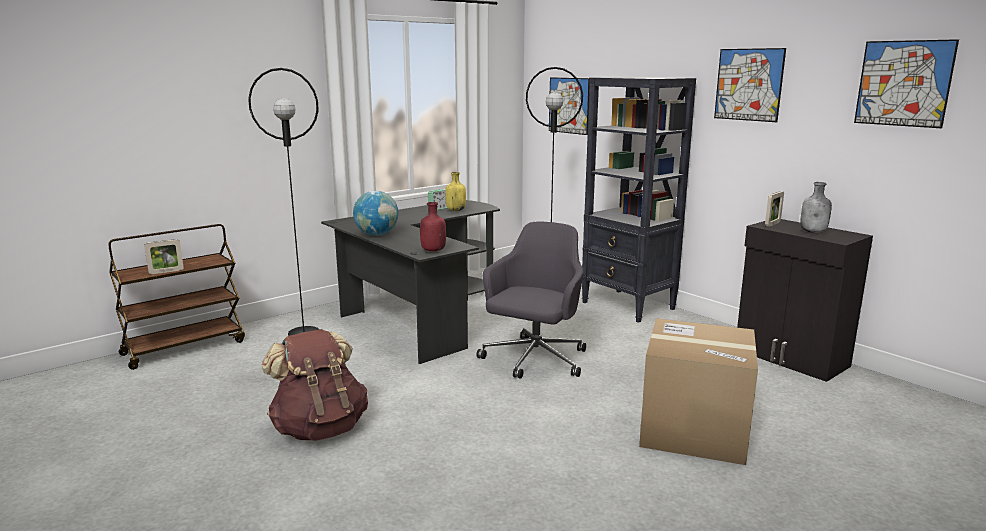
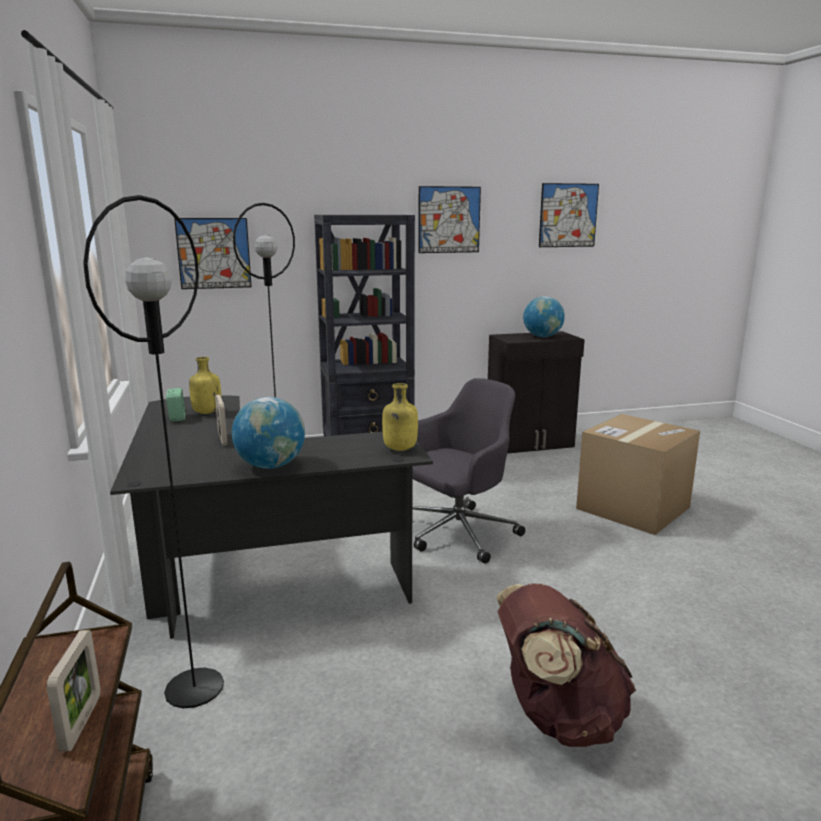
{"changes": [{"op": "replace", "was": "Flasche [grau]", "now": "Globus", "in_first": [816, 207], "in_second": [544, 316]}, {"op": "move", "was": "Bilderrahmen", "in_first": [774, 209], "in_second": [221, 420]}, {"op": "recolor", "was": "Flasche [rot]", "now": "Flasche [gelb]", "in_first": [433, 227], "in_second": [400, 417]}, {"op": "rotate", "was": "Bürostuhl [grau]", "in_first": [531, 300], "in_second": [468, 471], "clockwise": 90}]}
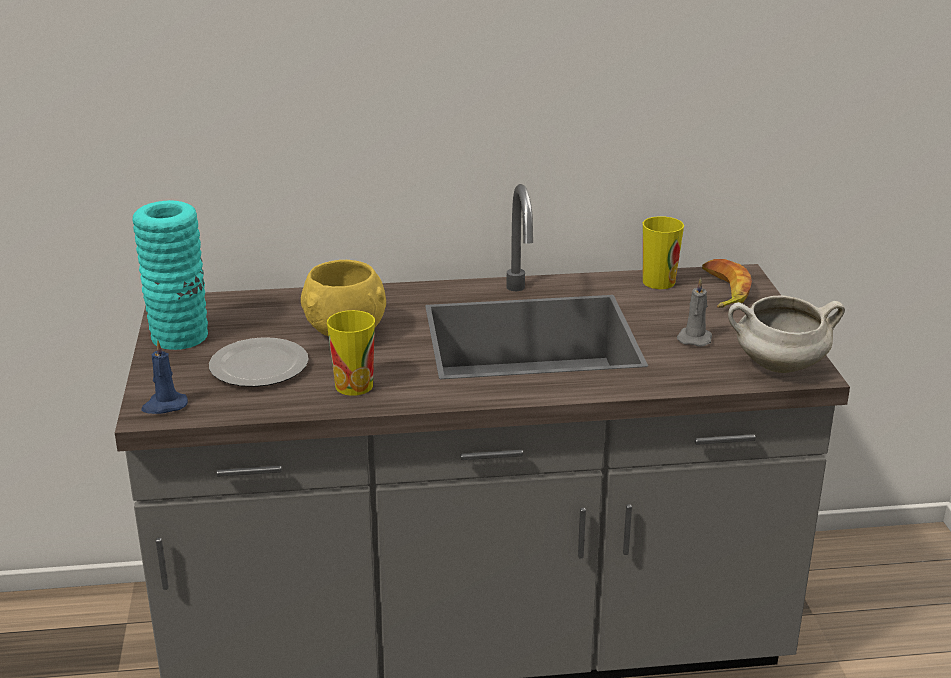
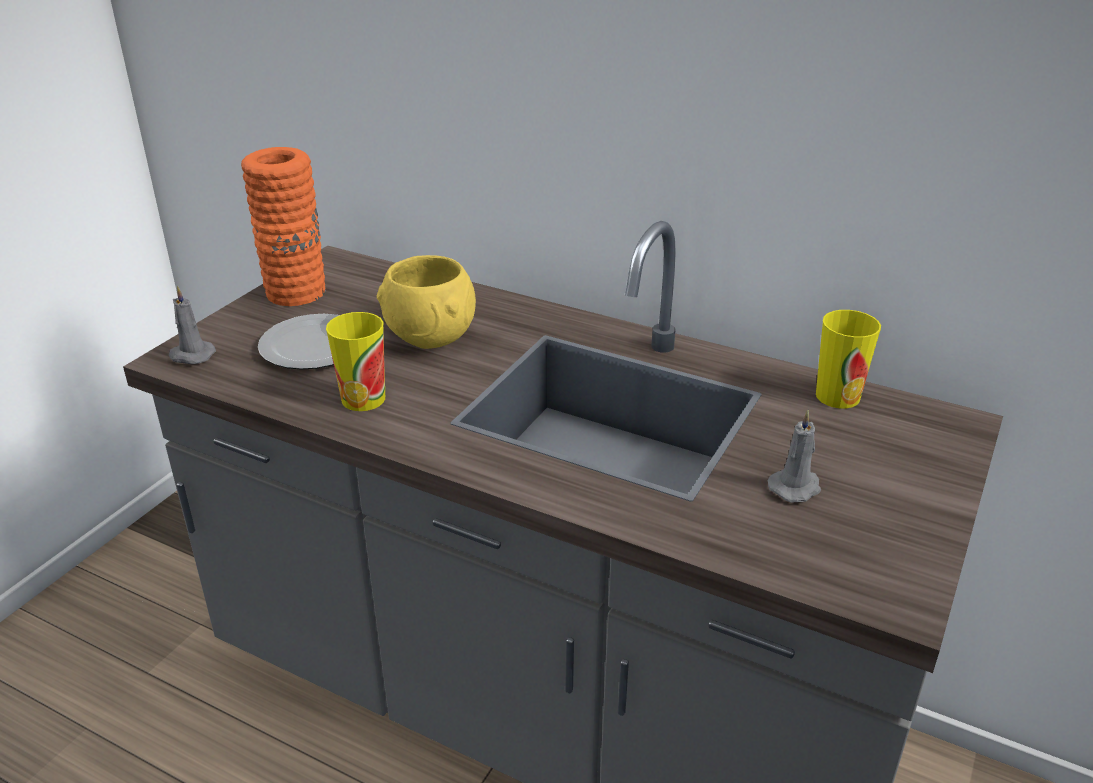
{"changes": [{"op": "recolor", "was": "Vase [türkis]", "now": "Vase [orange]", "in_first": [170, 275], "in_second": [283, 226]}, {"op": "delete", "was": "Banane", "in_first": [727, 283]}, {"op": "delete", "was": "Kochtopf [weiß]", "in_first": [786, 334]}, {"op": "recolor", "was": "Kerze [blau]", "now": "Kerze [grau]", "in_first": [164, 377], "in_second": [192, 325]}]}
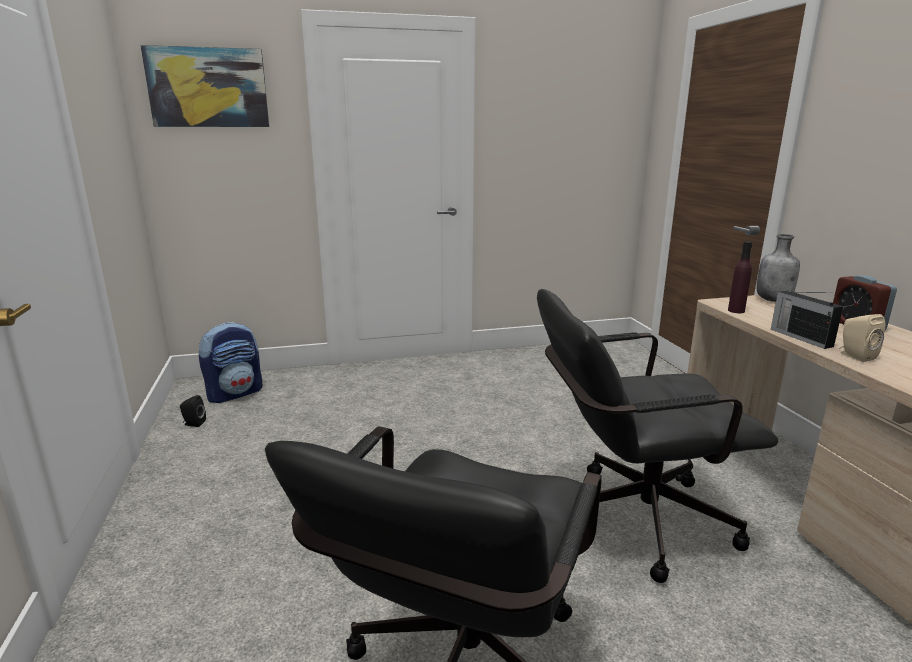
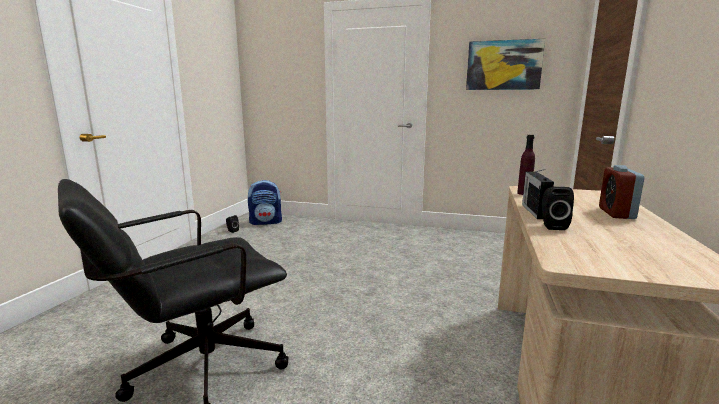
{"changes": [{"op": "move", "was": "Bild", "in_first": [204, 86], "in_second": [505, 64]}, {"op": "delete", "was": "Flasche [grau]", "in_first": [778, 268]}, {"op": "delete", "was": "Bürostuhl [schwarz]", "in_first": [657, 436]}, {"op": "recolor", "was": "Lautsprecher [beige]", "now": "Lautsprecher [schwarz]", "in_first": [861, 338], "in_second": [558, 208]}]}
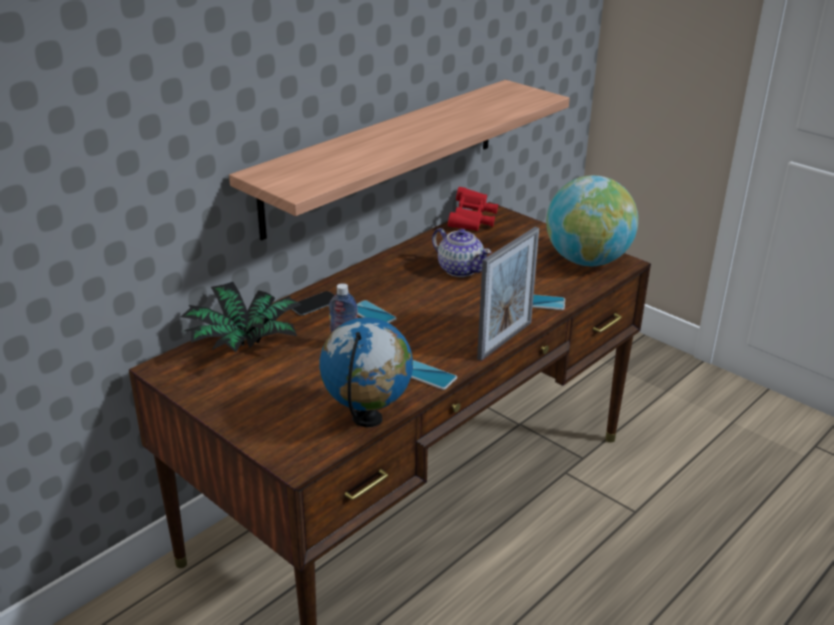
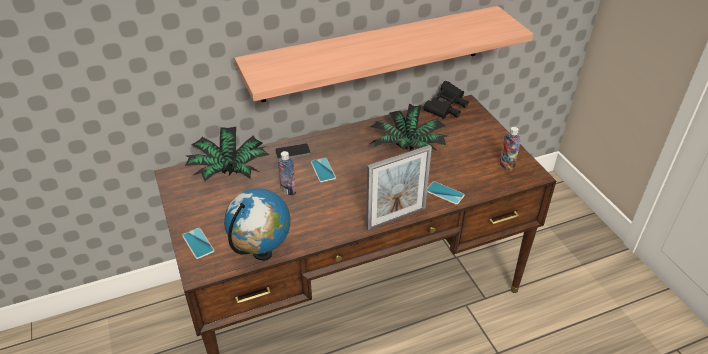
{"changes": [{"op": "replace", "was": "Globus", "now": "Flasche", "in_first": [592, 220], "in_second": [510, 149]}, {"op": "recolor", "was": "Fernglas [rot]", "now": "Fernglas [schwarz]", "in_first": [473, 209], "in_second": [446, 100]}, {"op": "replace", "was": "Teekanne", "now": "Topfpflanze", "in_first": [462, 252], "in_second": [408, 127]}, {"op": "move", "was": "Handy", "in_first": [434, 375], "in_second": [198, 243]}]}
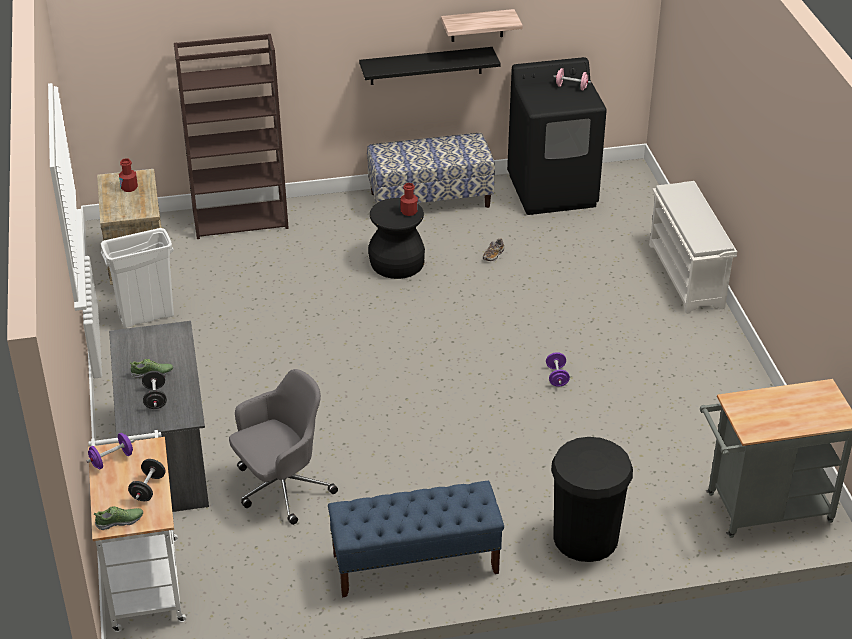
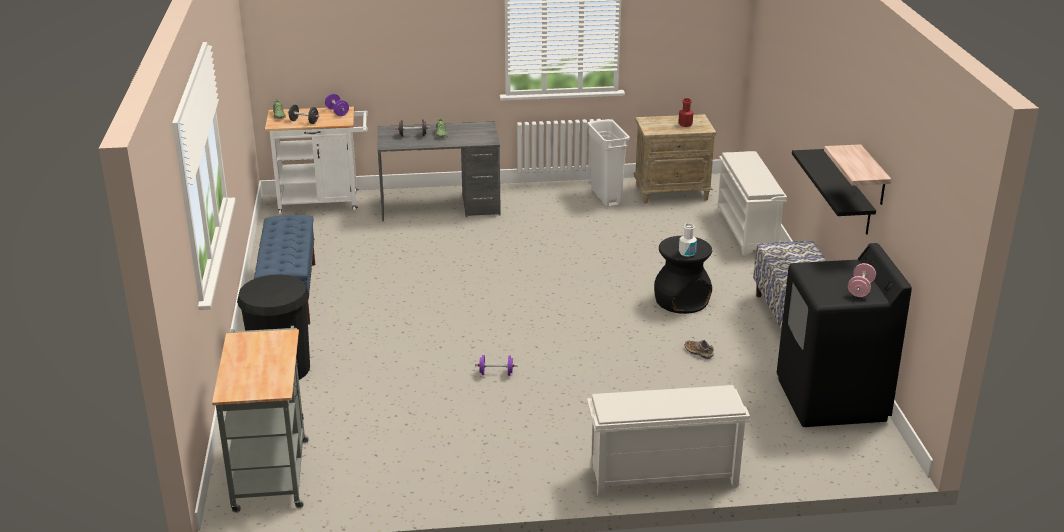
{"changes": [{"op": "replace", "was": "Bücherregal [braun]", "now": "Schuhregal [weiß]", "in_first": [231, 136], "in_second": [752, 203]}, {"op": "recolor", "was": "Flasche [rot]", "now": "Flasche [weiß]", "in_first": [409, 199], "in_second": [688, 240]}, {"op": "delete", "was": "Bürostuhl [grau]", "in_first": [283, 447]}]}
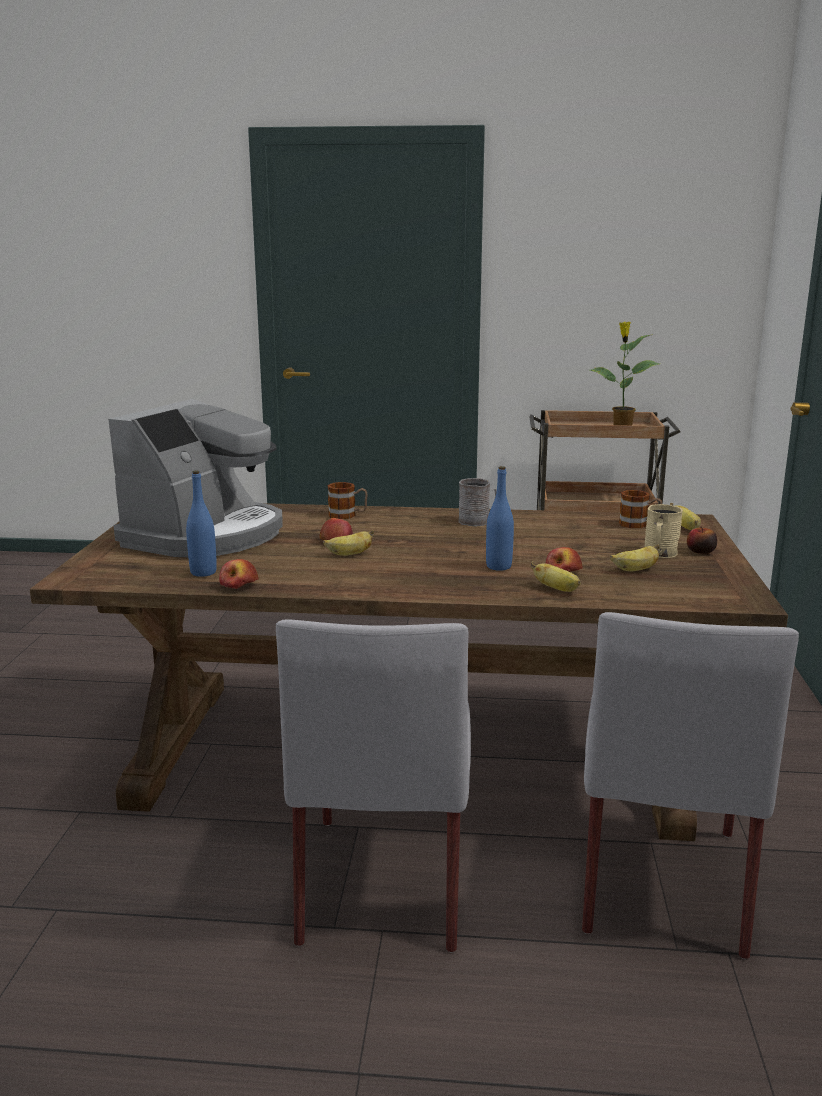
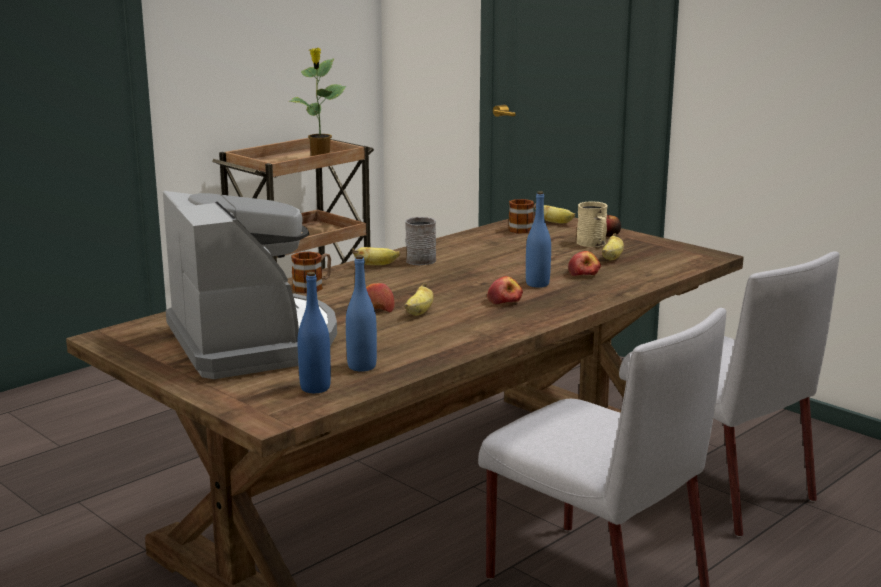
{"changes": [{"op": "move", "was": "Apfel", "in_first": [239, 574], "in_second": [505, 290]}, {"op": "move", "was": "Banane", "in_first": [556, 576], "in_second": [376, 256]}, {"op": "insert", "now": "Flasche [blau]", "in_second": [314, 332]}]}
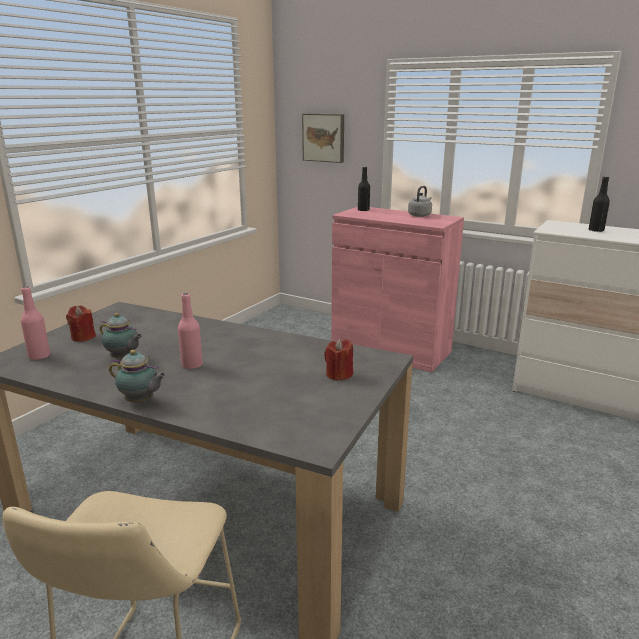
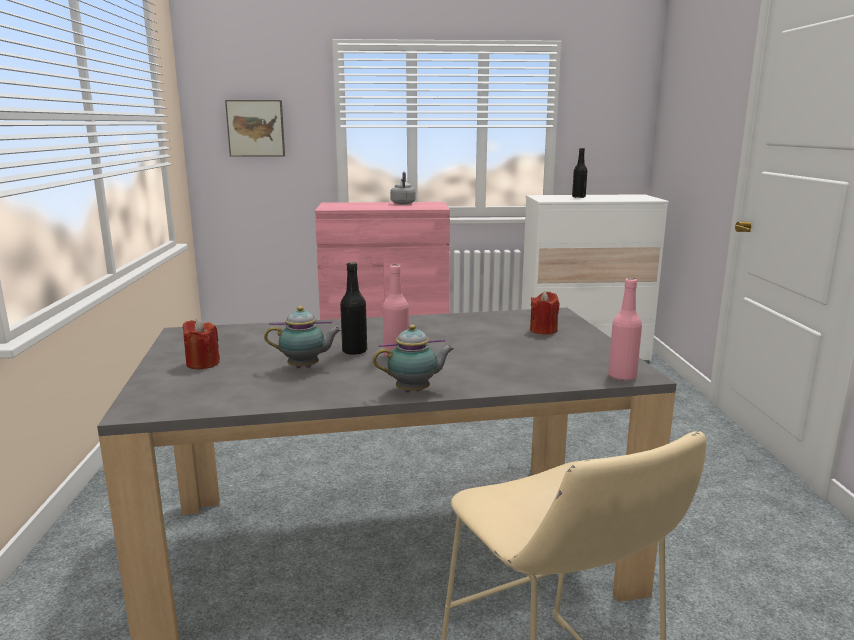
{"changes": [{"op": "move", "was": "Flasche [schwarz]", "in_first": [364, 189], "in_second": [353, 308]}, {"op": "move", "was": "Flasche [rosa]", "in_first": [35, 323], "in_second": [625, 329]}]}
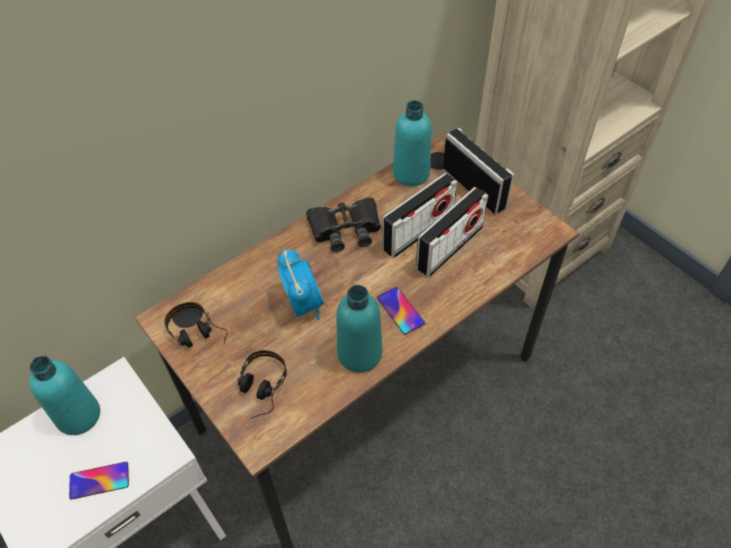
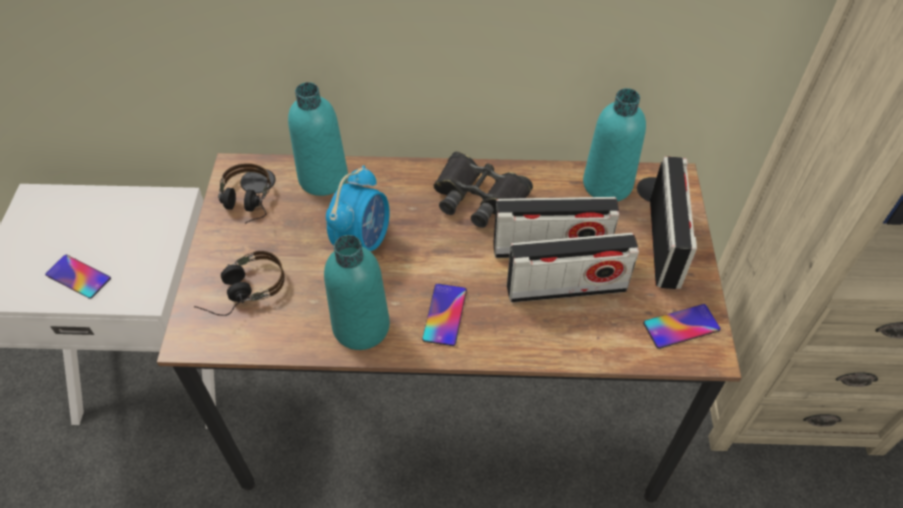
{"changes": [{"op": "move", "was": "Flasche [türkis]", "in_first": [64, 395], "in_second": [318, 139]}, {"op": "insert", "now": "Handy", "in_second": [682, 326]}]}
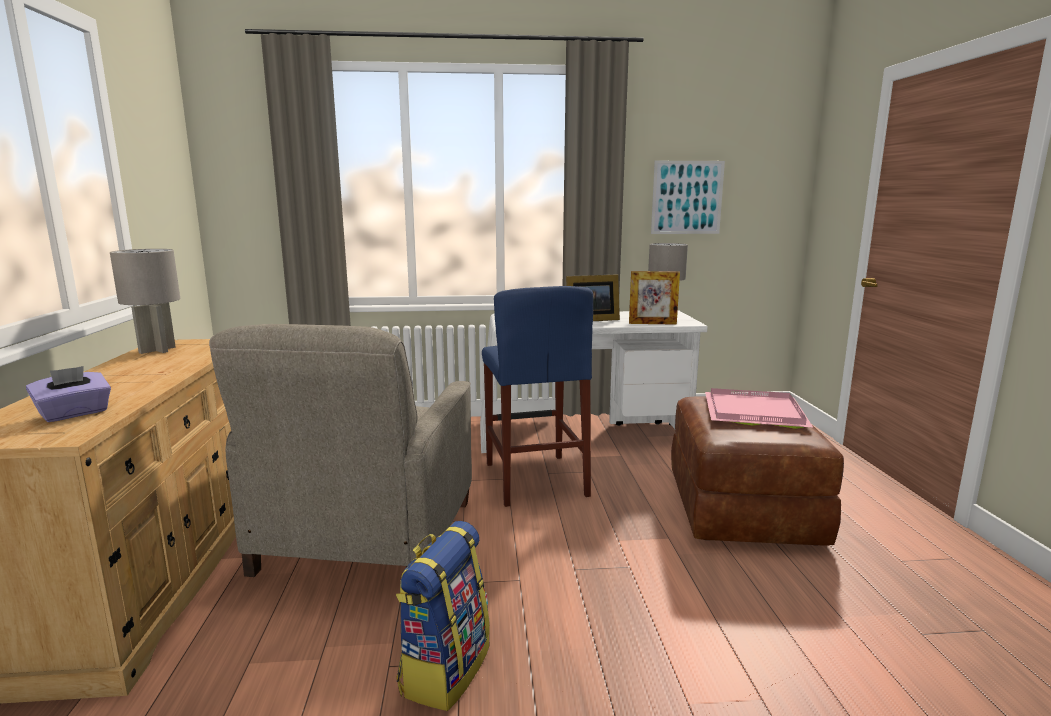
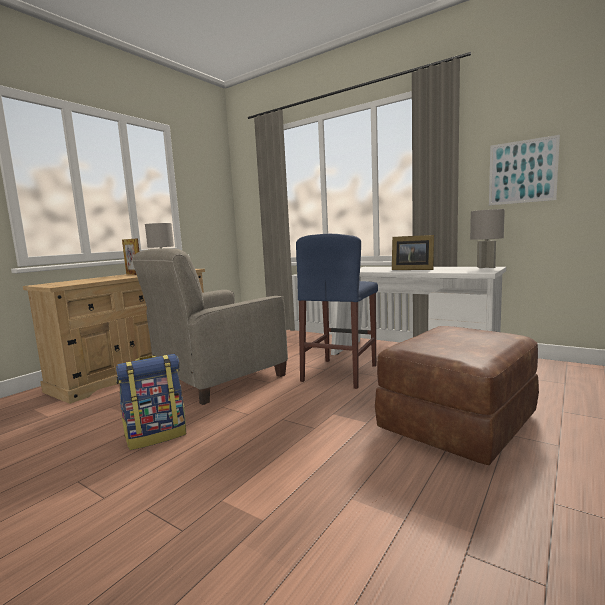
{"changes": [{"op": "move", "was": "Bilderrahmen", "in_first": [654, 298], "in_second": [130, 256]}, {"op": "delete", "was": "Taschentuchbox [lila]", "in_first": [68, 394]}, {"op": "delete", "was": "Tablett [rosa]", "in_first": [759, 408]}]}
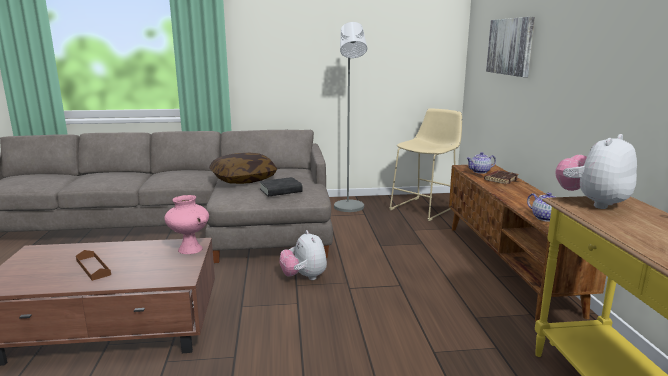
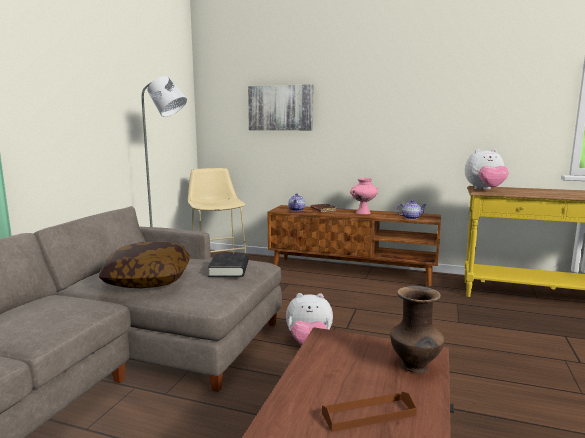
{"changes": [{"op": "rotate", "was": "Plüschtier", "in_first": [596, 171], "in_second": [487, 169], "clockwise": -75}, {"op": "move", "was": "Vase [rosa]", "in_first": [186, 224], "in_second": [364, 196]}, {"op": "insert", "now": "Vase [braun]", "in_second": [417, 330]}]}
